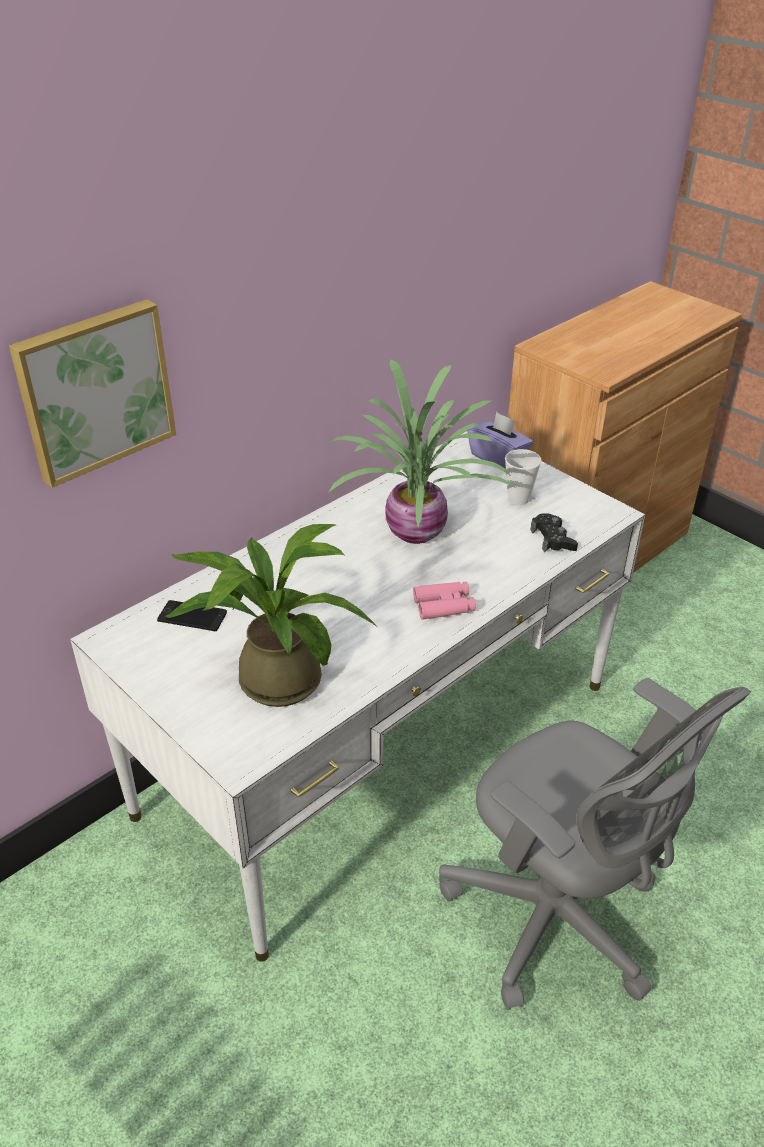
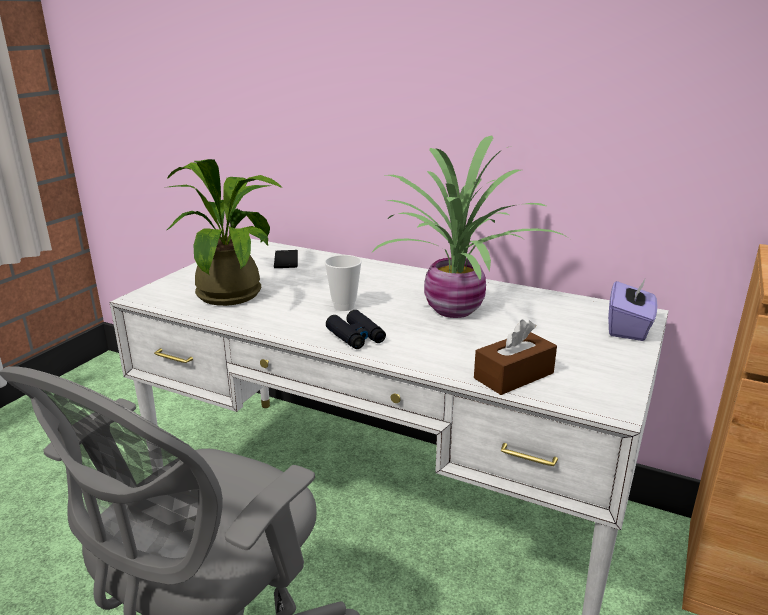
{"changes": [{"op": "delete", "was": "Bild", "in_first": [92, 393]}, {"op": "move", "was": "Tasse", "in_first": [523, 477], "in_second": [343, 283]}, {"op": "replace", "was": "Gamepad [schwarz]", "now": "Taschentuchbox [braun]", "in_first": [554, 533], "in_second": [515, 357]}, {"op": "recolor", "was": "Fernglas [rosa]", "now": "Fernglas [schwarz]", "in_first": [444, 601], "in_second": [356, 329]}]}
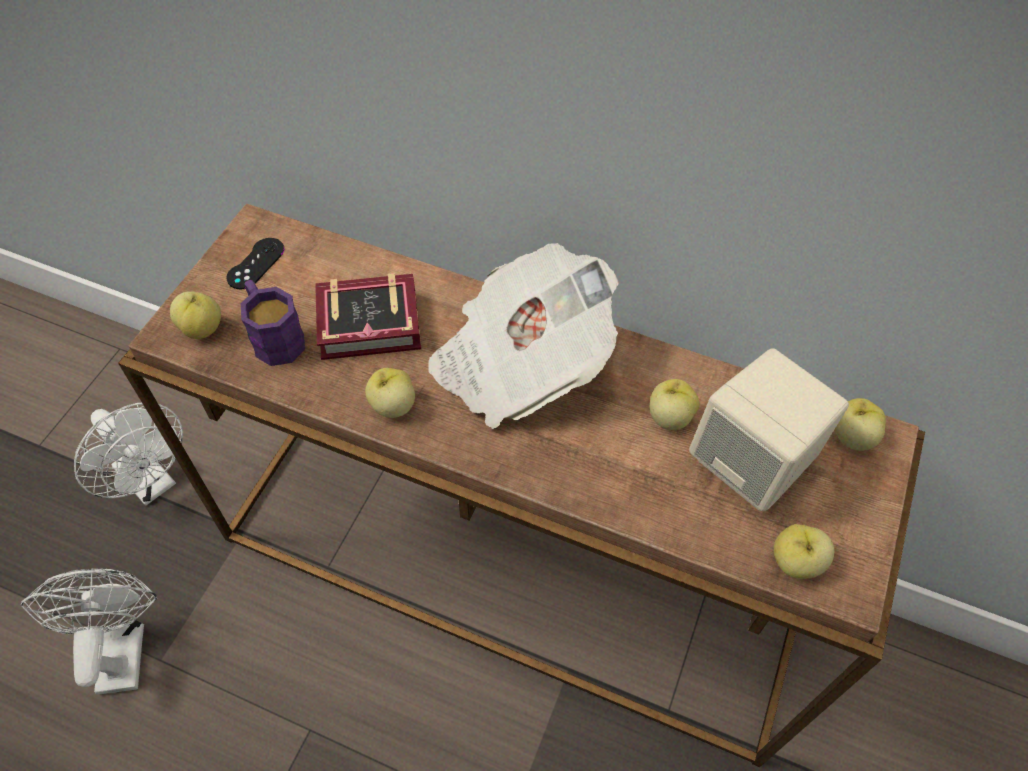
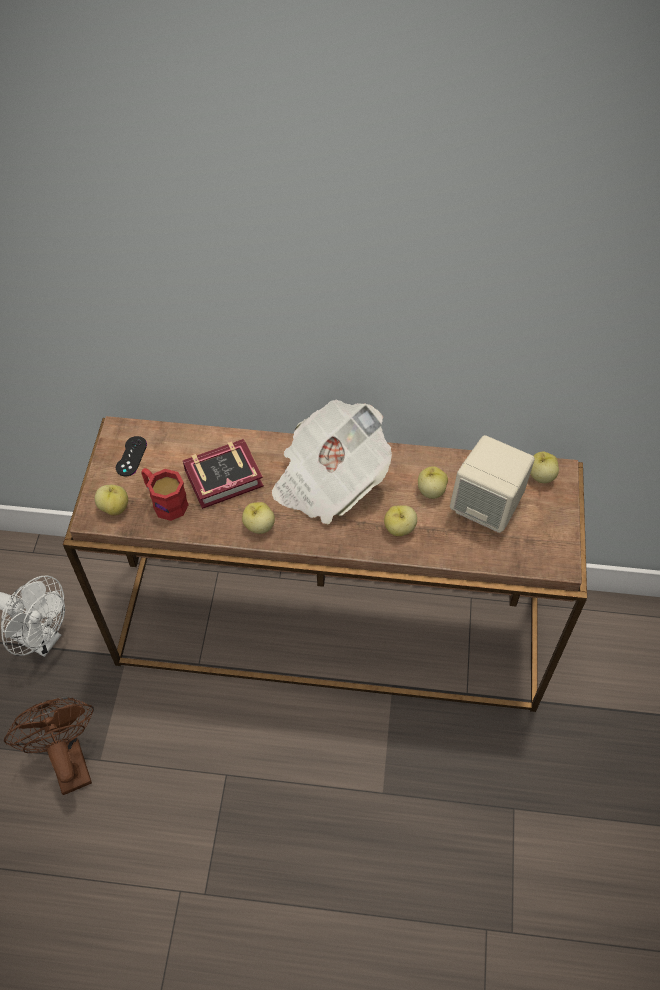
{"changes": [{"op": "recolor", "was": "Henkelbecher [lila]", "now": "Henkelbecher [rot]", "in_first": [273, 323], "in_second": [165, 494]}, {"op": "move", "was": "Apfel", "in_first": [804, 551], "in_second": [400, 520]}, {"op": "recolor", "was": "Ventilator [weiß]", "now": "Ventilator [braun]", "in_first": [89, 631], "in_second": [49, 746]}]}
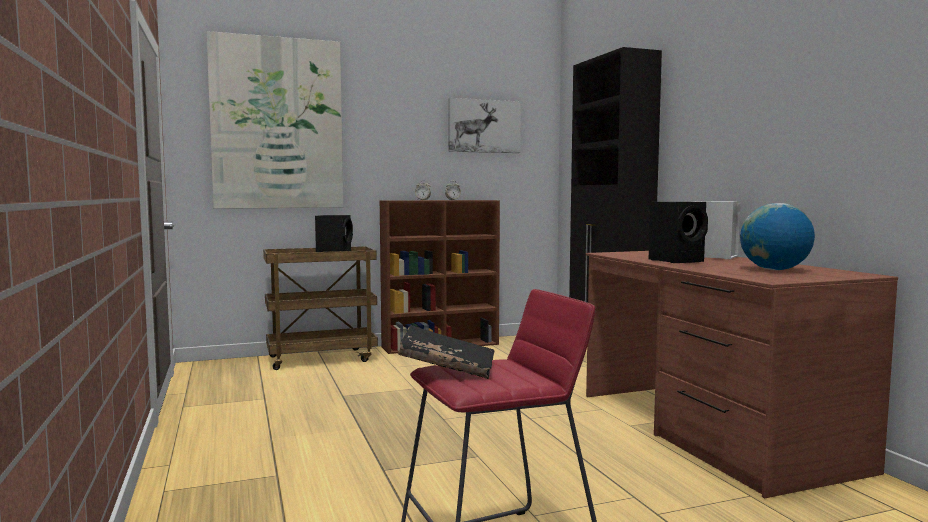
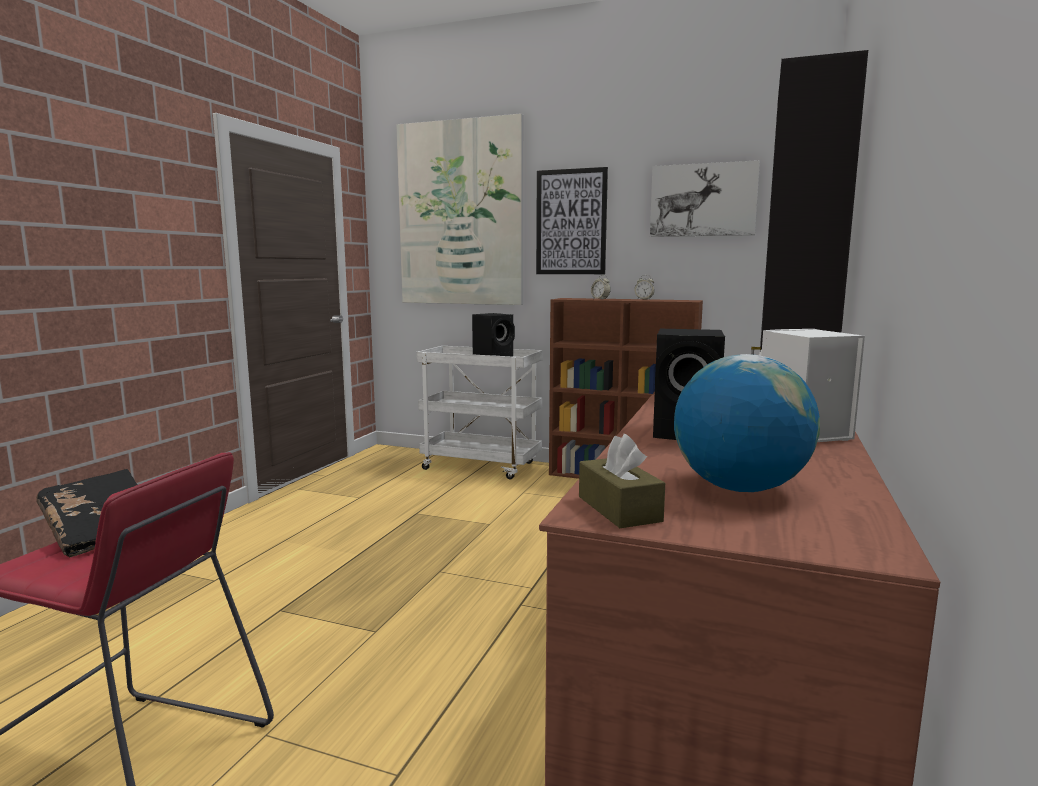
{"changes": [{"op": "recolor", "was": "Rollwagen [braun]", "now": "Rollwagen [weiß]", "in_first": [320, 308], "in_second": [479, 412]}, {"op": "insert", "now": "Bild", "in_second": [572, 220]}, {"op": "insert", "now": "Taschentuchbox [braun]", "in_second": [622, 481]}]}
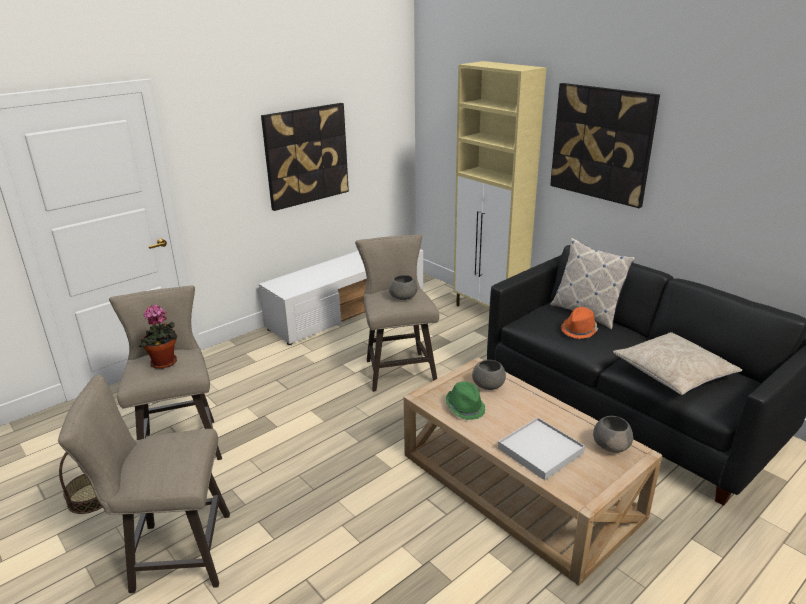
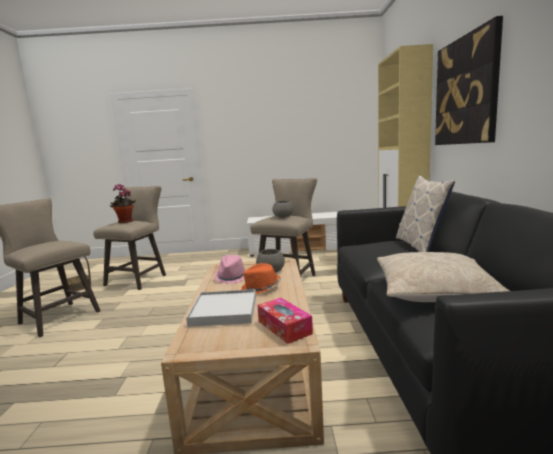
{"changes": [{"op": "delete", "was": "Bild", "in_first": [305, 157]}, {"op": "move", "was": "Hut [orange]", "in_first": [579, 323], "in_second": [261, 278]}, {"op": "recolor", "was": "Hut [grün]", "now": "Hut [rosa]", "in_first": [465, 400], "in_second": [230, 269]}, {"op": "replace", "was": "Schüssel [grau]", "now": "Taschentuchbox", "in_first": [613, 434], "in_second": [285, 321]}]}
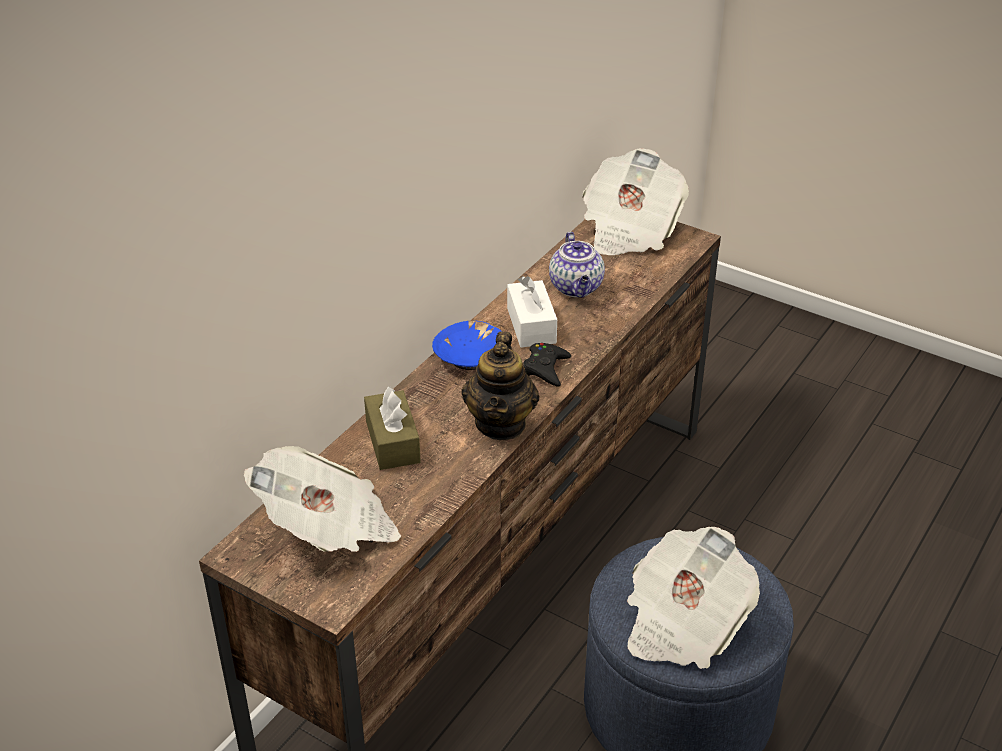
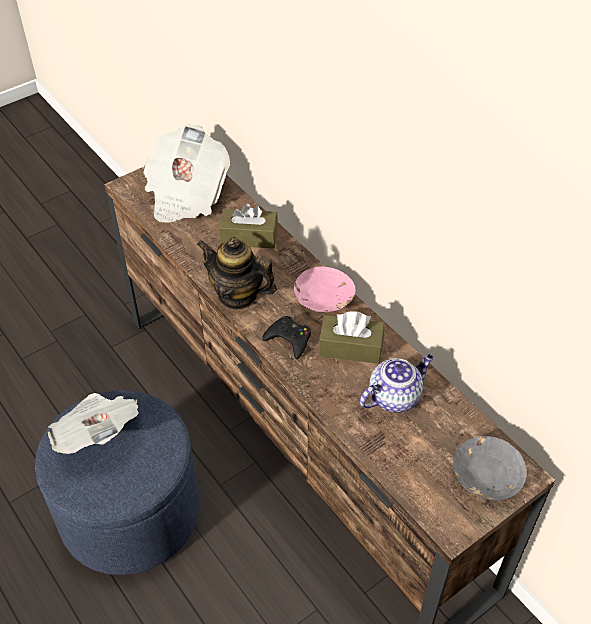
{"changes": [{"op": "replace", "was": "Zeitung", "now": "Schüssel [grau]", "in_first": [635, 201], "in_second": [490, 468]}, {"op": "rotate", "was": "Teekanne", "in_first": [577, 265], "in_second": [397, 383], "clockwise": 135}, {"op": "recolor", "was": "Taschentuchbox [weiß]", "now": "Taschentuchbox [braun]", "in_first": [532, 312], "in_second": [352, 337]}, {"op": "recolor", "was": "Schüssel [blau]", "now": "Schüssel [rosa]", "in_first": [466, 345], "in_second": [325, 289]}]}
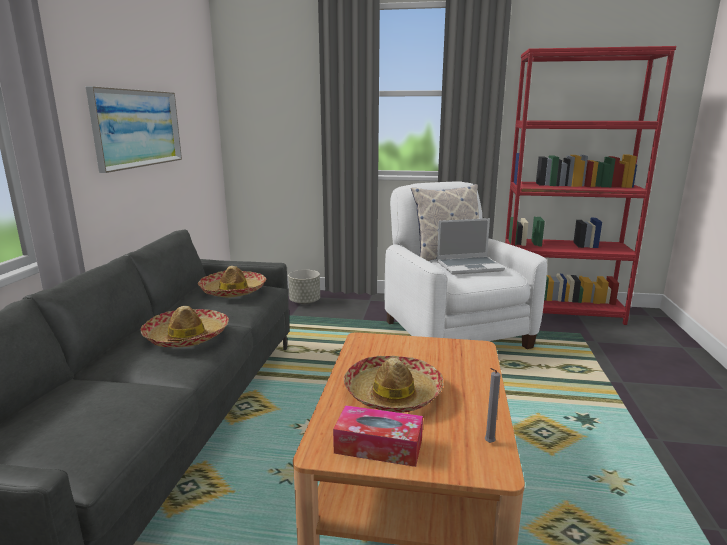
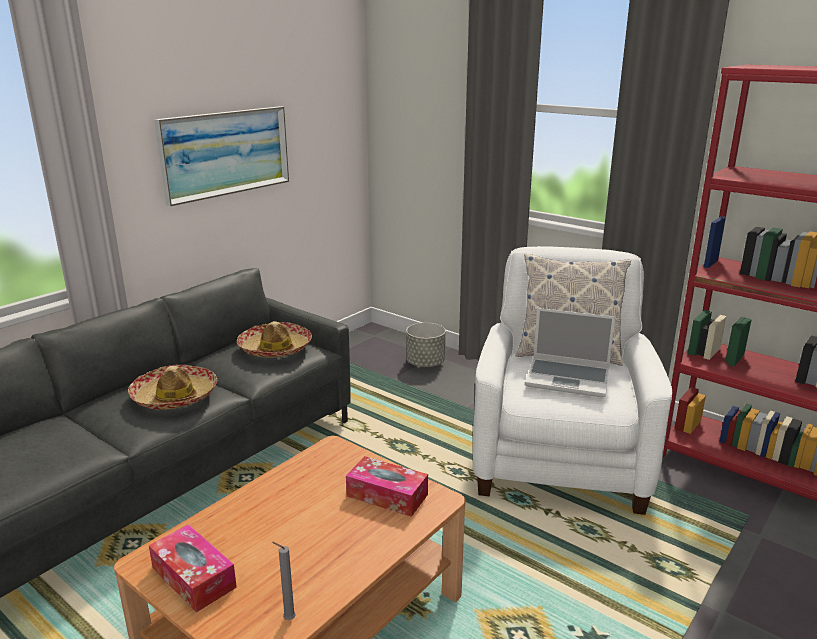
{"changes": [{"op": "delete", "was": "Hut", "in_first": [394, 384]}, {"op": "insert", "now": "Taschentuchbox", "in_second": [387, 486]}]}
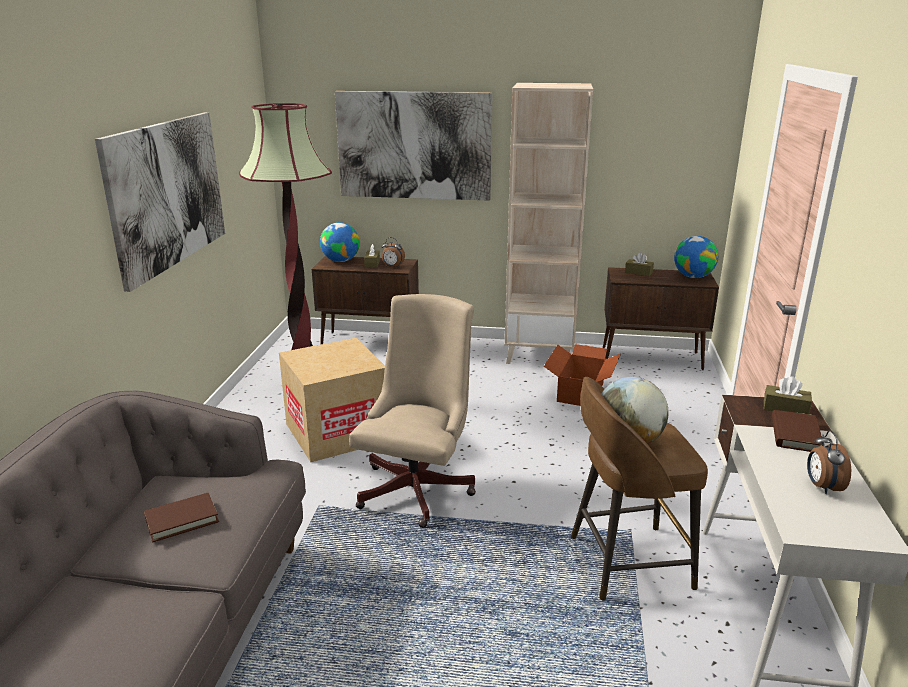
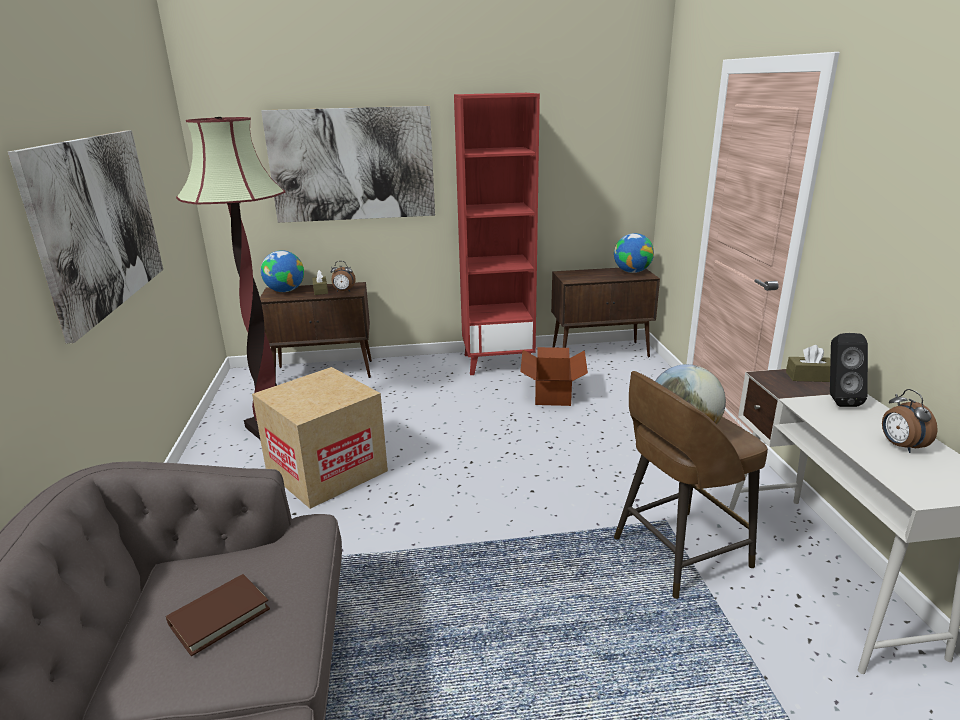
{"changes": [{"op": "recolor", "was": "Bücherregal [beige]", "now": "Bücherregal [rot]", "in_first": [549, 223], "in_second": [497, 234]}, {"op": "delete", "was": "Taschentuchbox [braun]", "in_first": [639, 264]}, {"op": "delete", "was": "Bürostuhl [beige]", "in_first": [412, 411]}, {"op": "replace", "was": "Buch [braun]", "now": "Lautsprecher [schwarz]", "in_first": [797, 431], "in_second": [849, 370]}]}
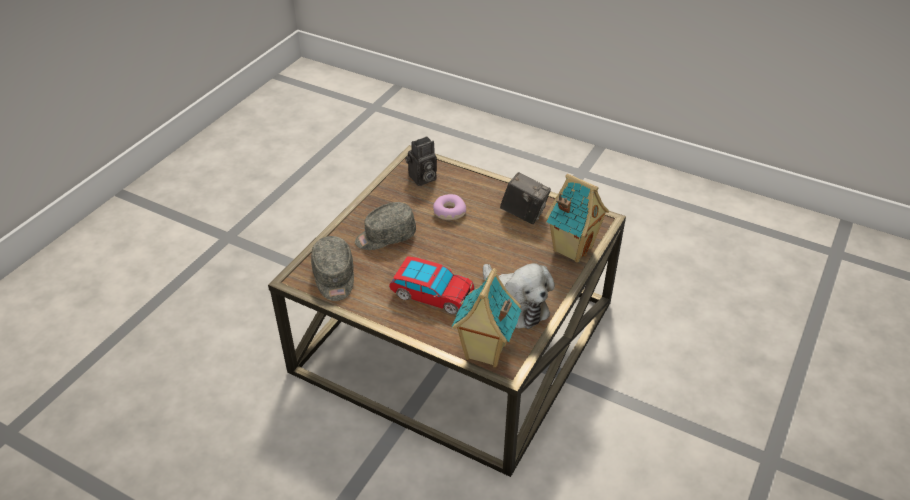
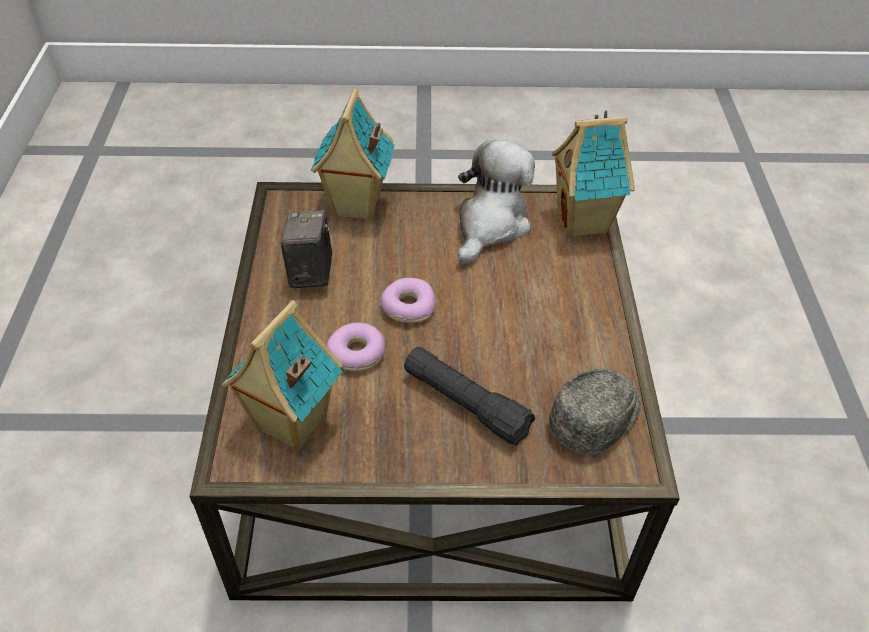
{"changes": [{"op": "replace", "was": "Kamera", "now": "Spielzeughaus", "in_first": [421, 161], "in_second": [282, 376]}, {"op": "replace", "was": "Kappe [grau]", "now": "Taschenlampe [schwarz]", "in_first": [385, 226], "in_second": [469, 396]}, {"op": "delete", "was": "Spielzeugauto", "in_first": [431, 285]}, {"op": "insert", "now": "Donut", "in_second": [408, 300]}]}
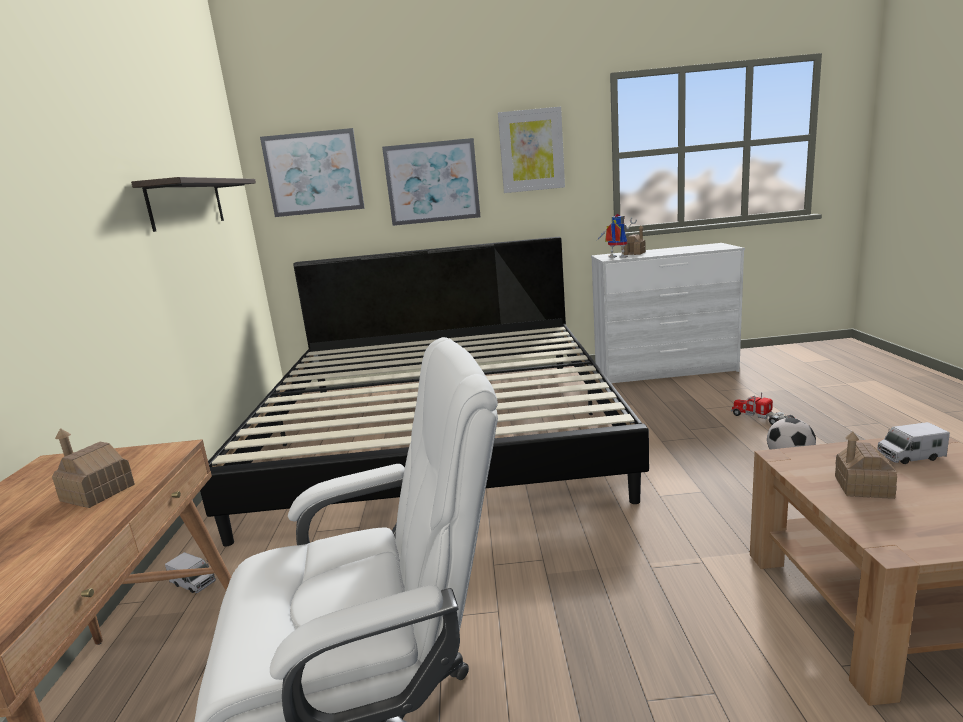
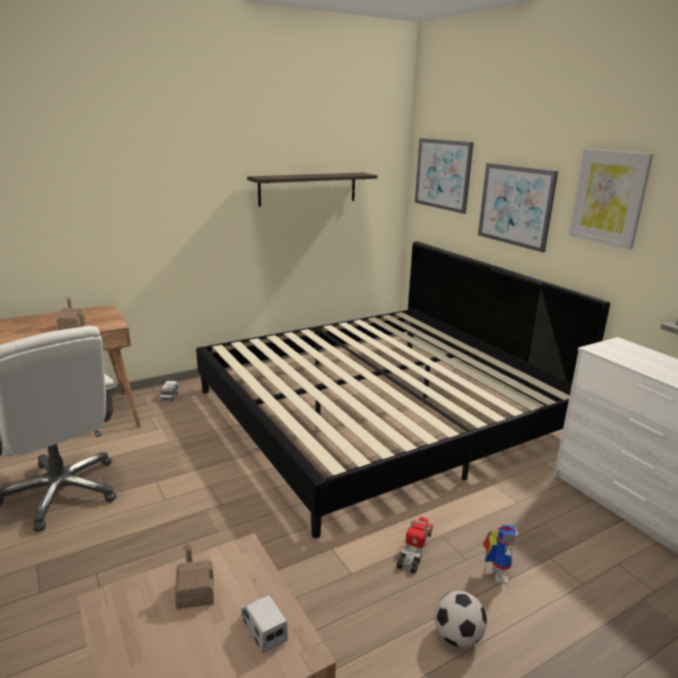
{"changes": [{"op": "move", "was": "Spielzeugroboter", "in_first": [617, 236], "in_second": [501, 554]}, {"op": "delete", "was": "Spielzeughaus", "in_first": [634, 240]}, {"op": "move", "was": "Spielzeuglaster", "in_first": [762, 408], "in_second": [415, 545]}]}
